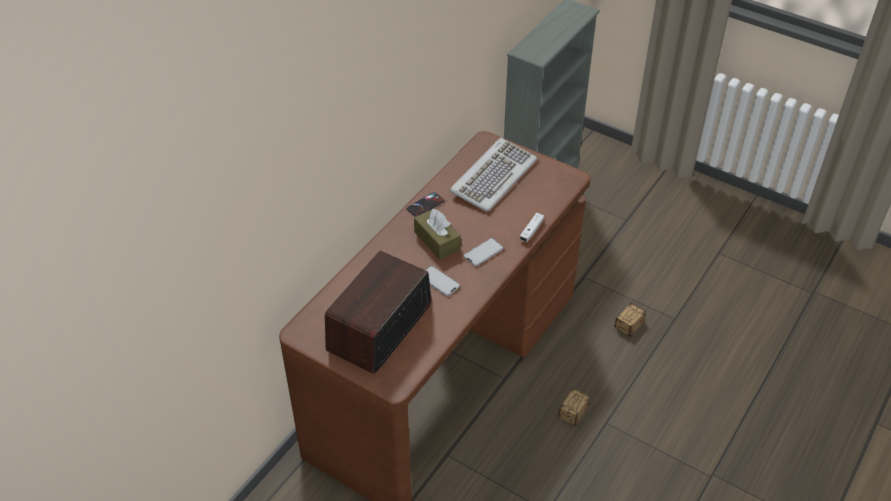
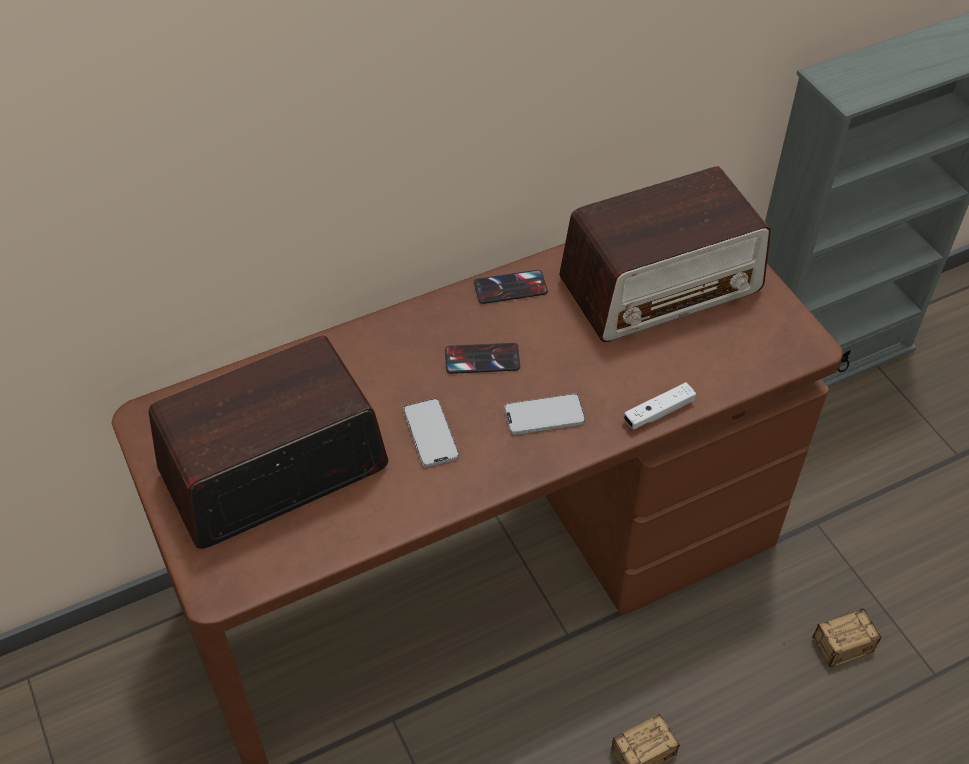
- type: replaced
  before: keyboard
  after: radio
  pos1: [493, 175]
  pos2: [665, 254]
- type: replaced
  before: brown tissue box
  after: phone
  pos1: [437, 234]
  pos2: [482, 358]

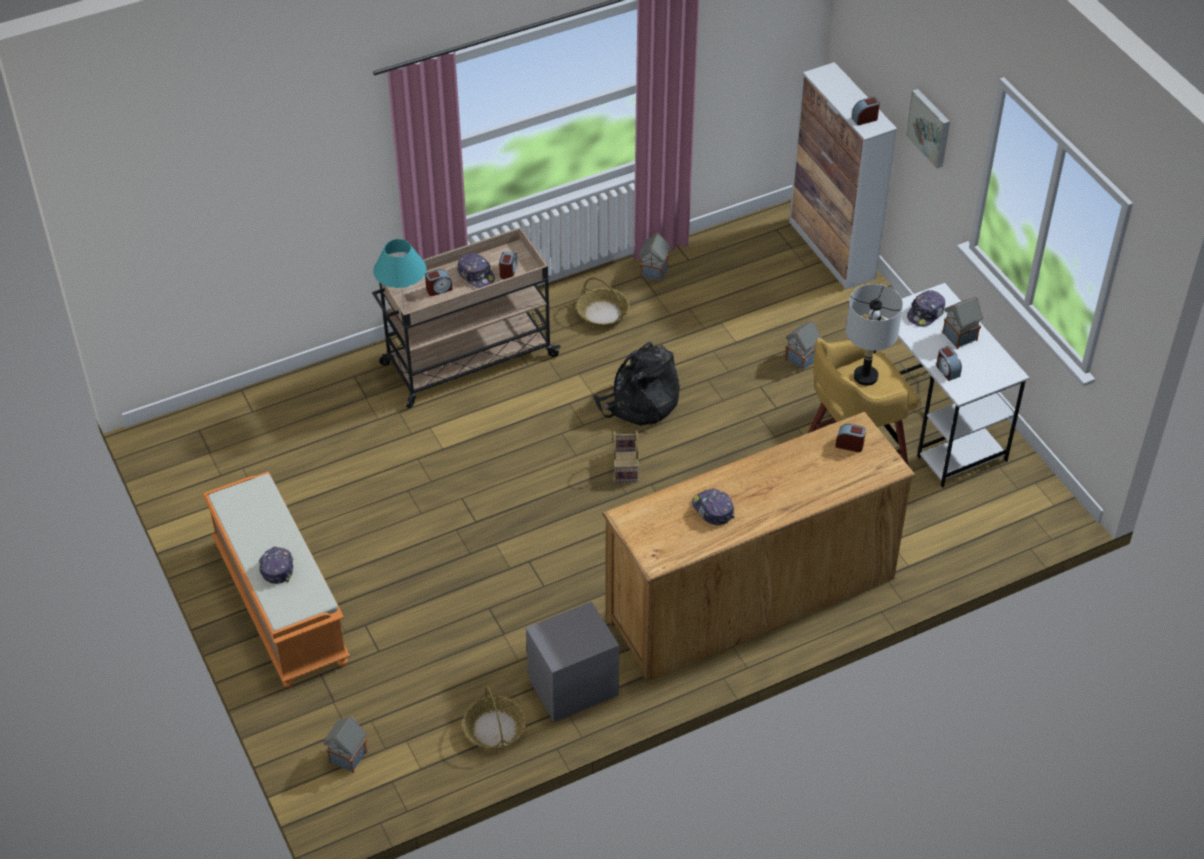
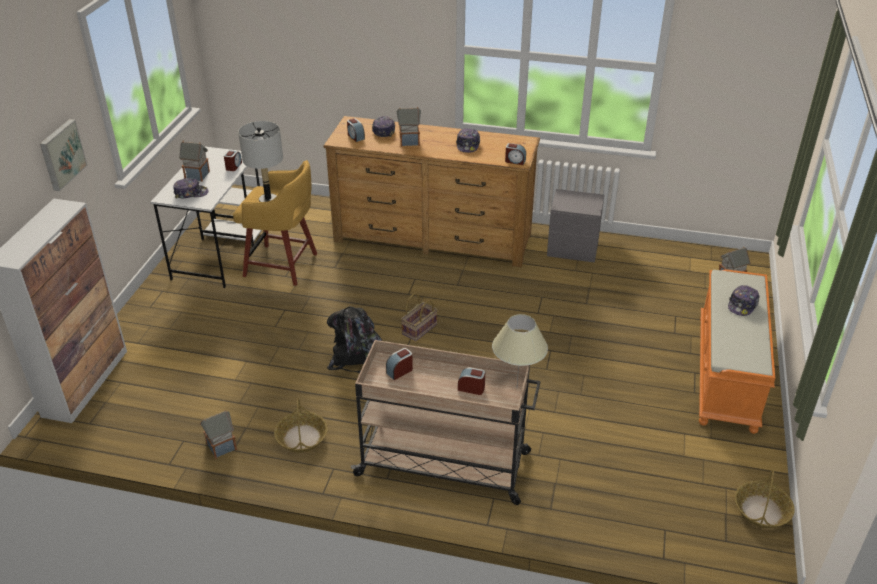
- type: moved
  before: alarm clock
  pos1: [866, 111]
  pos2: [515, 154]
- type: recoloured
  before: turquoise table lamp
  after: beige table lamp
  pos1: [399, 273]
  pos2: [520, 349]
- type: moved
  before: cap
  pos1: [476, 270]
  pos2: [383, 126]
- type: moved
  before: toy house
  pos1: [803, 346]
  pos2: [408, 127]
- type: moved
  before: basket
  pos1: [494, 718]
  pos2: [765, 499]

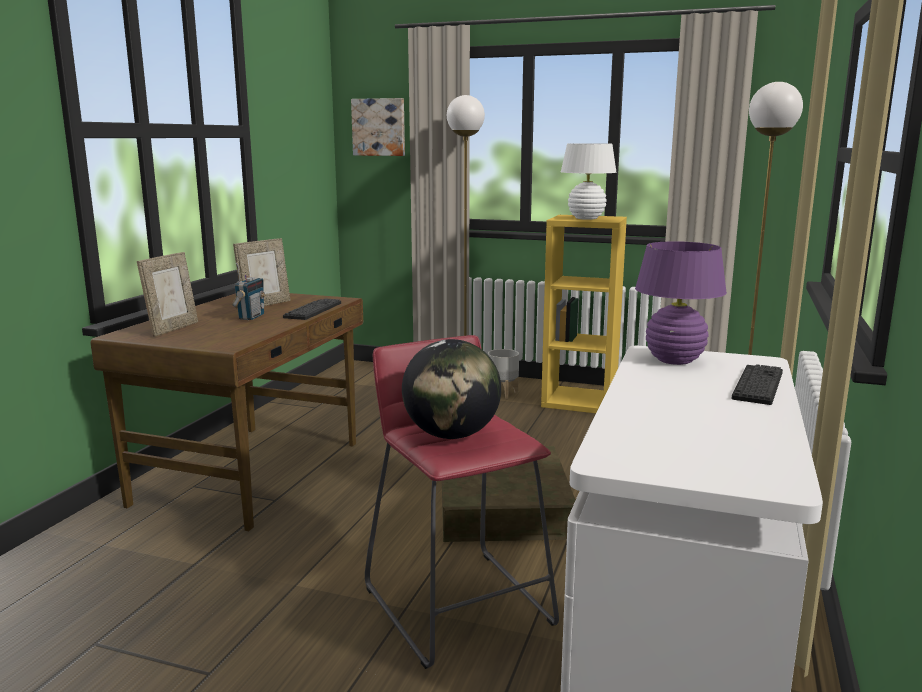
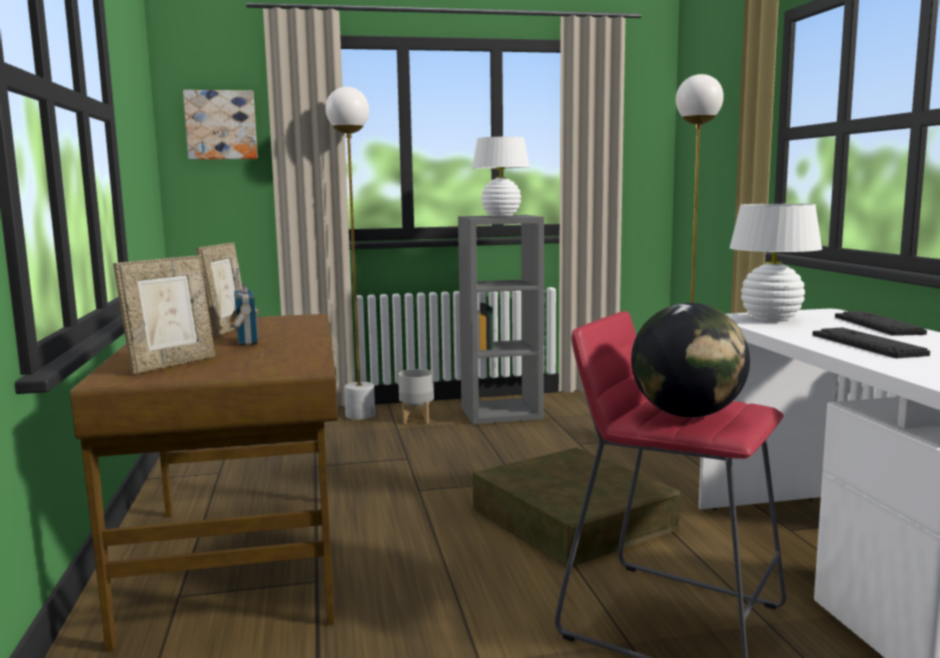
- type: recoloured
  before: yellow bookcase
  after: grey bookcase
  pos1: [584, 314]
  pos2: [501, 320]
- type: recoloured
  before: purple table lamp
  after: white table lamp
  pos1: [681, 303]
  pos2: [776, 263]
- type: turned
  before: picture frame
  pos1: [167, 294]
  pos2: [164, 314]
  turn: 45
- type: moved
  before: keyboard
  pos1: [312, 309]
  pos2: [871, 342]

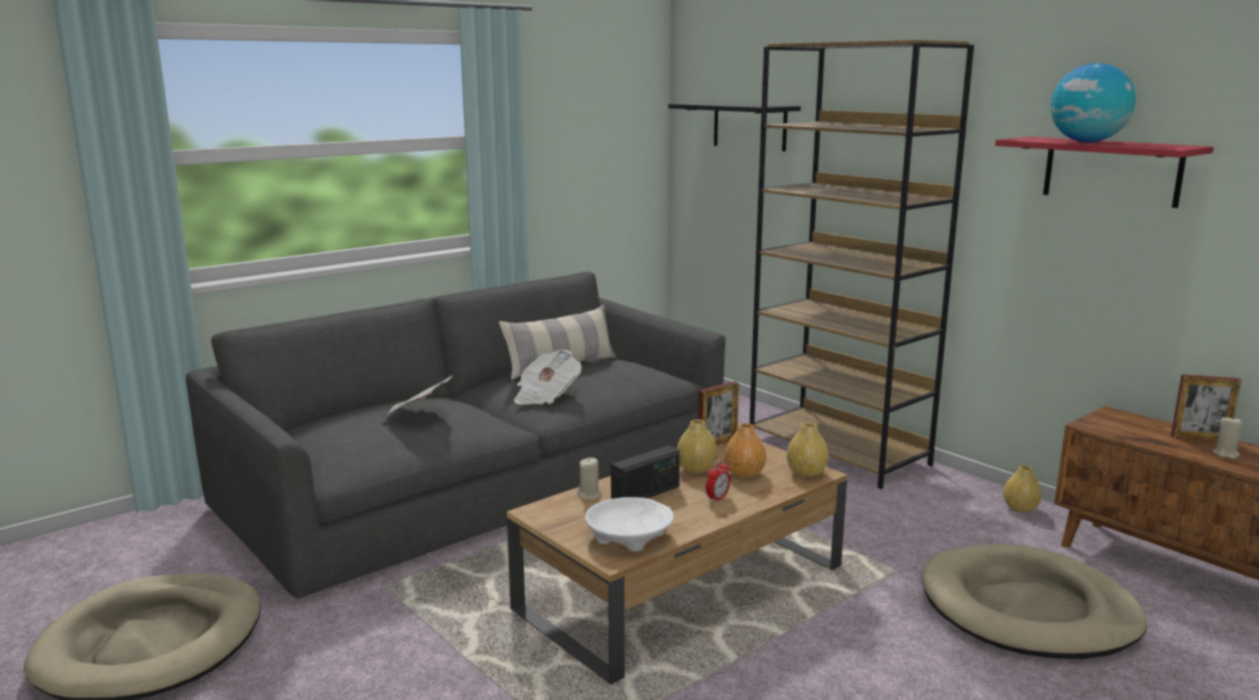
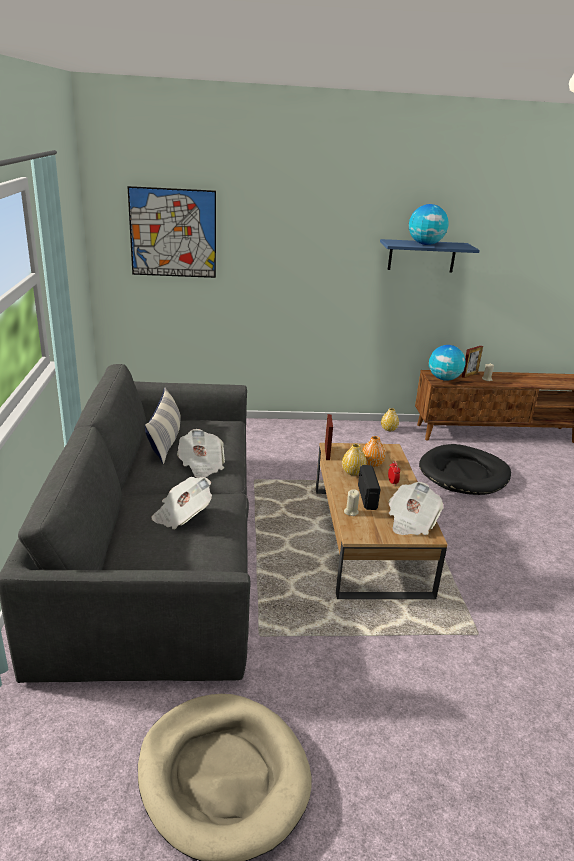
- type: removed
  before: brown bookcase
  pos1: [862, 264]
- type: replaced
  before: black shelf
  after: picture
  pos1: [734, 127]
  pos2: [171, 232]
- type: recoloured
  before: red shelf
  after: blue shelf
  pos1: [1104, 172]
  pos2: [430, 255]
- type: removed
  before: yellow vase
  pos1: [808, 449]
- type: replaced
  before: white bowl
  after: newspaper
  pos1: [629, 524]
  pos2: [416, 508]
- type: recoloured
  before: beige dog bed
  after: black dog bed
  pos1: [1034, 601]
  pos2: [465, 469]
- type: added
  after: globe
  pos2: [447, 363]

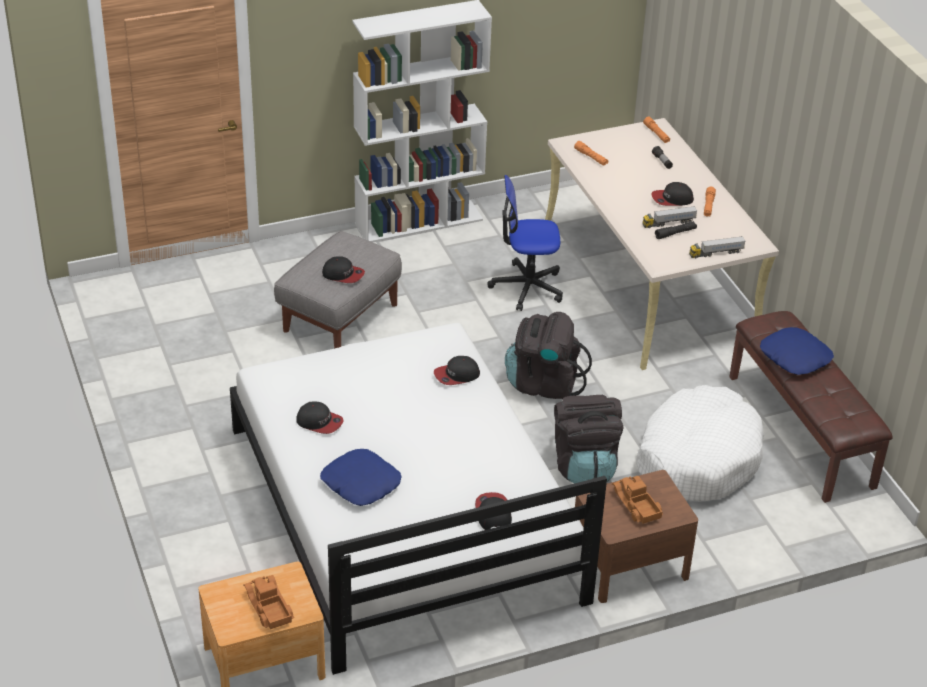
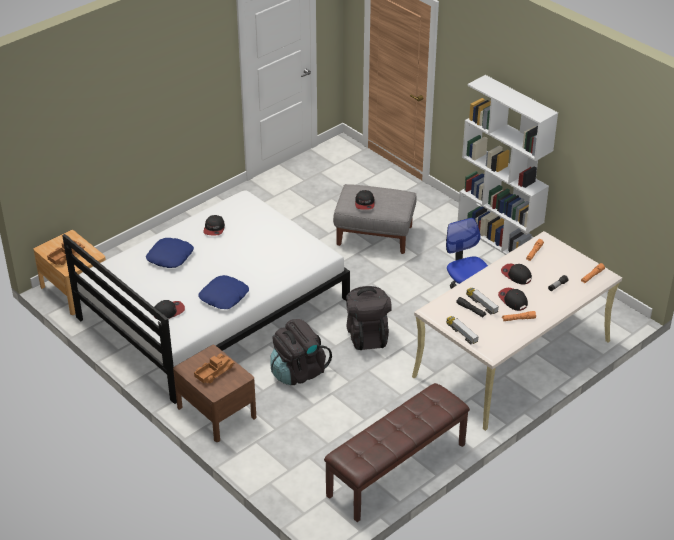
- type: moved
  before: blue pillow
  pos1: [797, 351]
  pos2: [223, 292]
- type: moved
  before: cap
  pos1: [457, 370]
  pos2: [516, 274]
- type: removed
  before: white dog bed
  pos1: [700, 443]

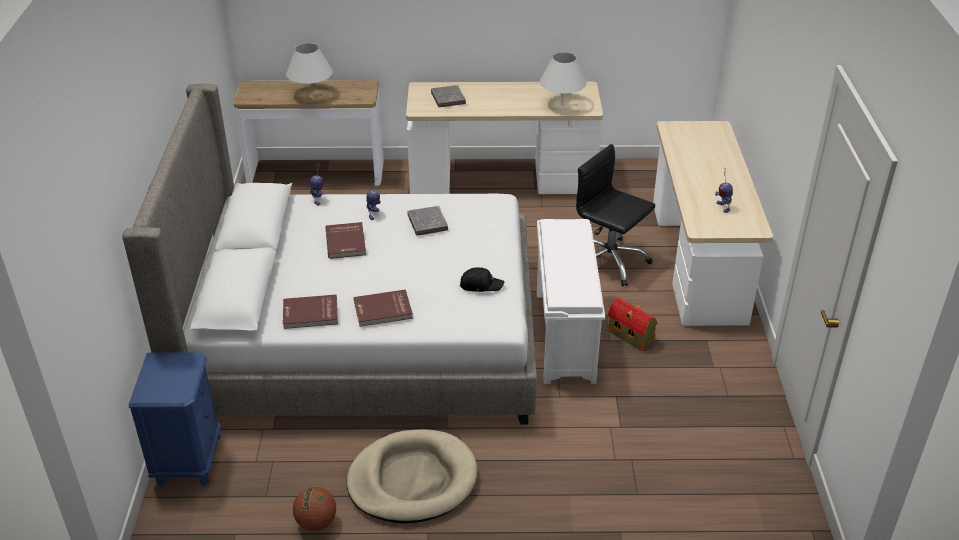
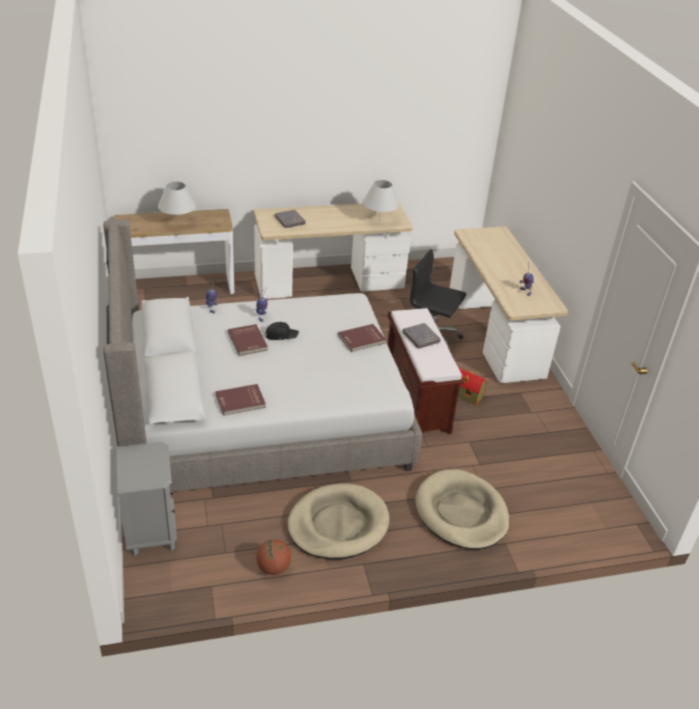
- type: moved
  before: grey book
  pos1: [428, 221]
  pos2: [421, 336]
- type: recoloured
  before: white bench
  after: brown bench
  pos1: [571, 301]
  pos2: [425, 371]
- type: moved
  before: black cap
  pos1: [482, 280]
  pos2: [282, 331]
- type: moved
  before: red book
  pos1: [383, 308]
  pos2: [362, 338]
- type: recoloured
  before: blue nightstand
  after: grey nightstand
  pos1: [175, 419]
  pos2: [147, 499]
- type: added
  after: beige dog bed
  pos2: [462, 509]

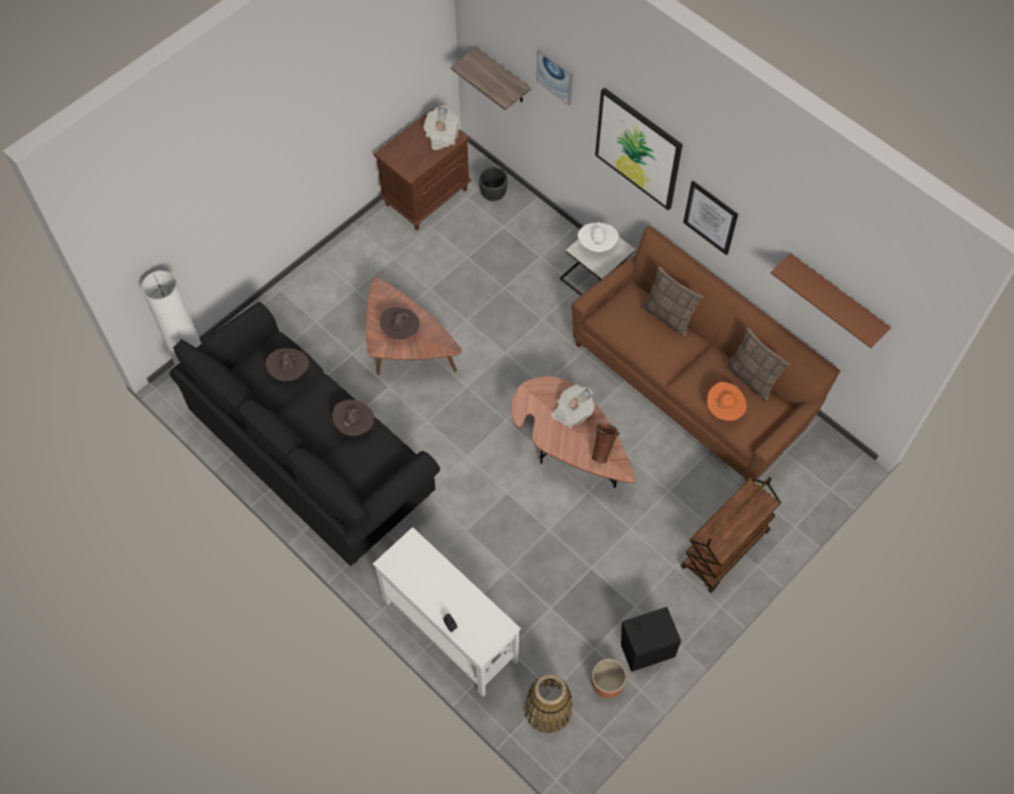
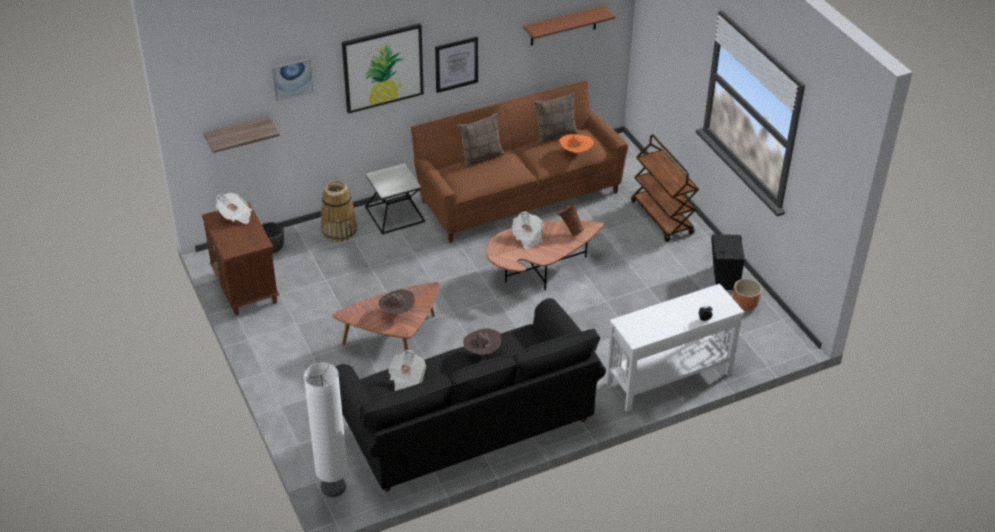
- type: removed
  before: white hat
  pos1: [598, 237]
- type: replaced
  before: brown hat
  after: newspaper
  pos1: [287, 364]
  pos2: [407, 370]
- type: moved
  before: basket
  pos1: [548, 703]
  pos2: [339, 211]

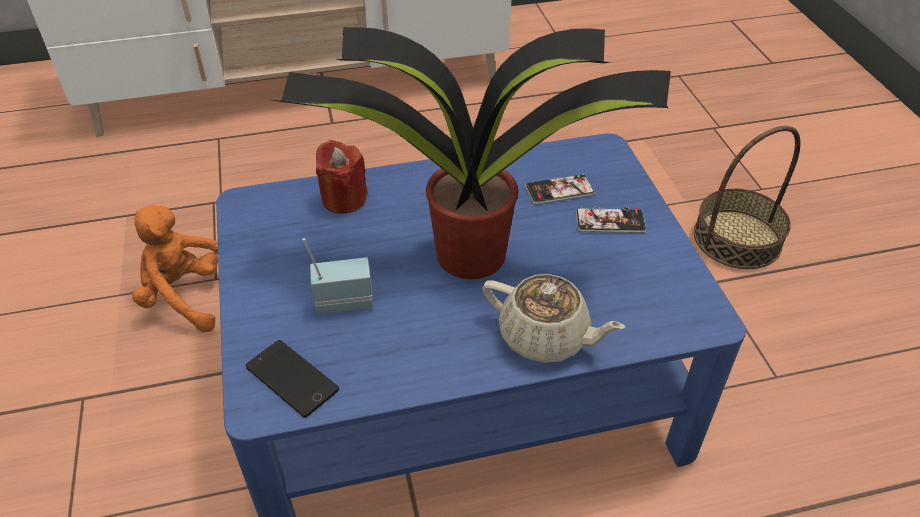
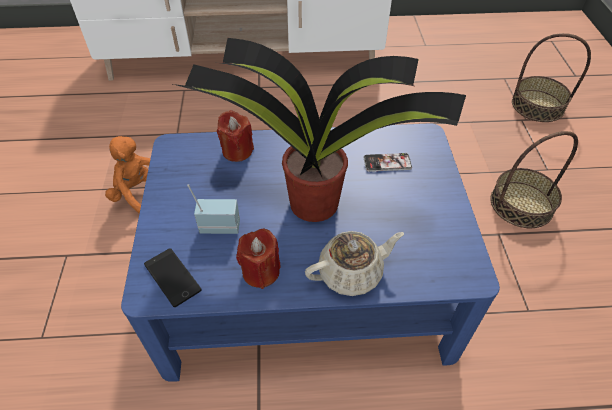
- type: removed
  before: phone
  pos1: [611, 219]
- type: turned
  before: beige teapot
  pos1: [553, 318]
  pos2: [354, 263]
  turn: -60
- type: added
  after: basket
  pos2: [551, 77]
- type: added
  after: red candle
  pos2: [258, 259]

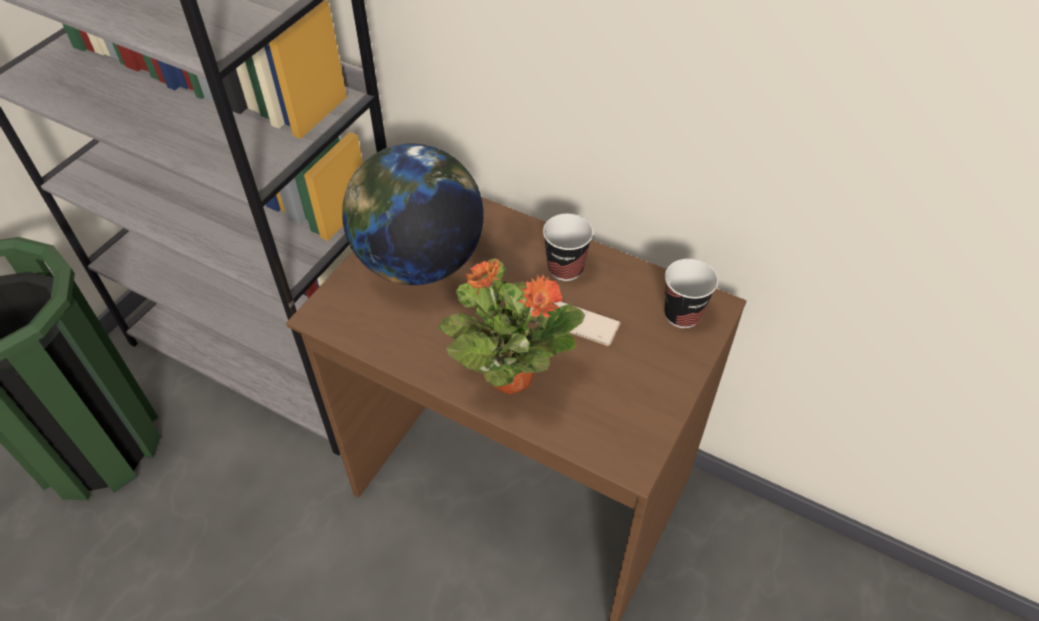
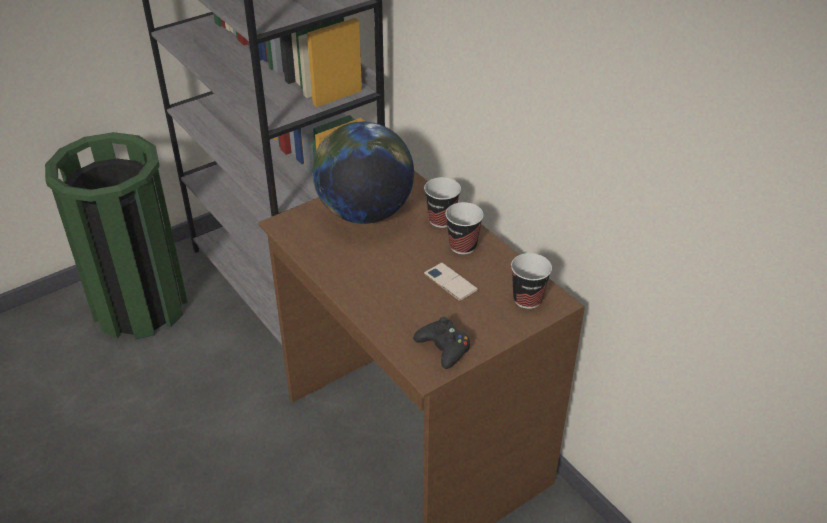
- type: removed
  before: potted plant
  pos1: [512, 326]
- type: added
  after: cup
  pos2: [442, 202]
- type: added
  after: black game controller
  pos2: [441, 343]

